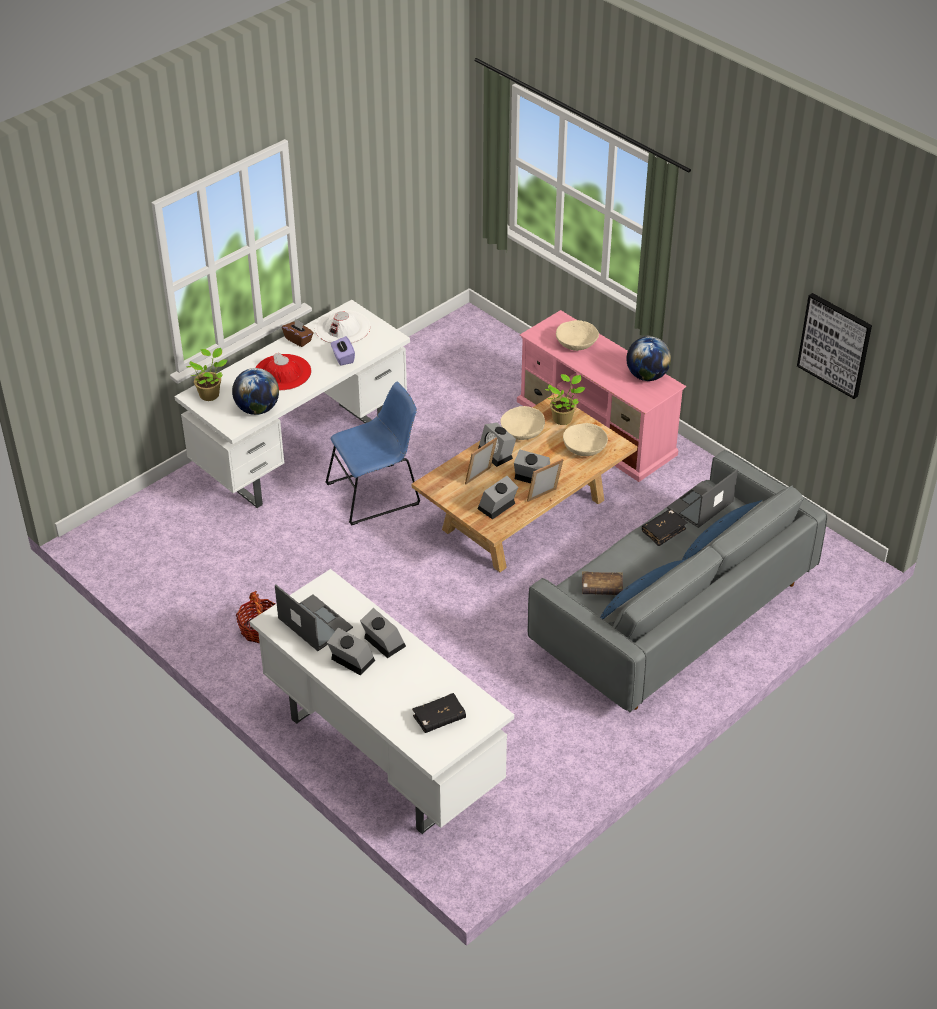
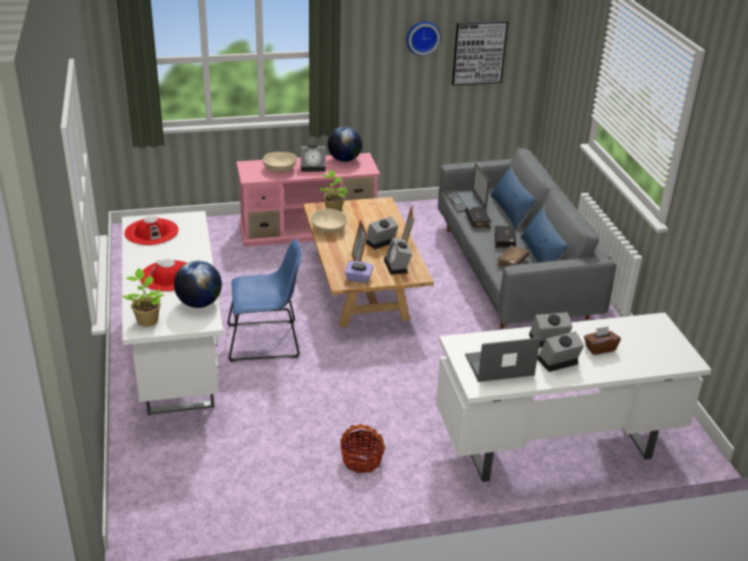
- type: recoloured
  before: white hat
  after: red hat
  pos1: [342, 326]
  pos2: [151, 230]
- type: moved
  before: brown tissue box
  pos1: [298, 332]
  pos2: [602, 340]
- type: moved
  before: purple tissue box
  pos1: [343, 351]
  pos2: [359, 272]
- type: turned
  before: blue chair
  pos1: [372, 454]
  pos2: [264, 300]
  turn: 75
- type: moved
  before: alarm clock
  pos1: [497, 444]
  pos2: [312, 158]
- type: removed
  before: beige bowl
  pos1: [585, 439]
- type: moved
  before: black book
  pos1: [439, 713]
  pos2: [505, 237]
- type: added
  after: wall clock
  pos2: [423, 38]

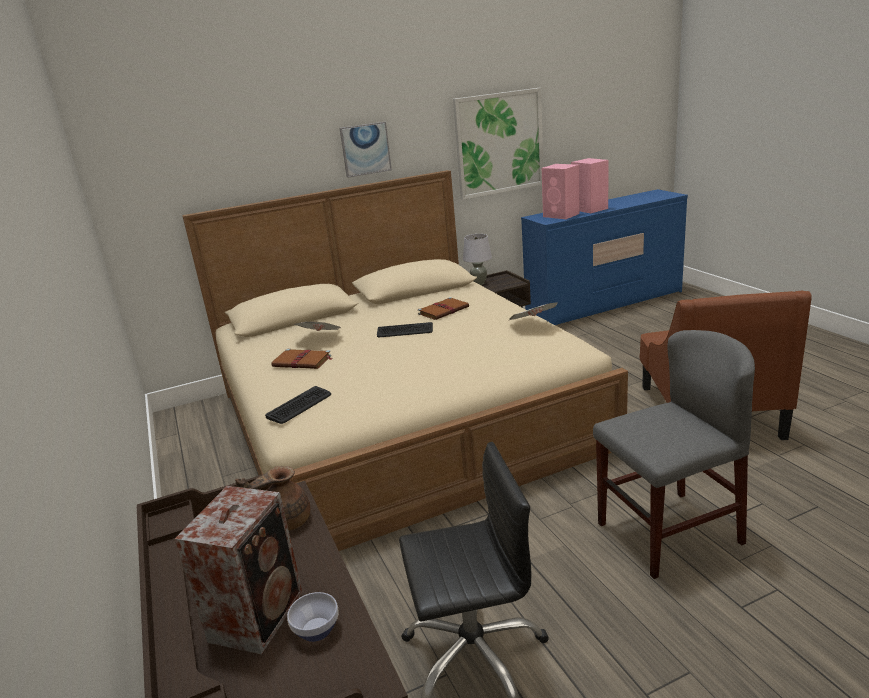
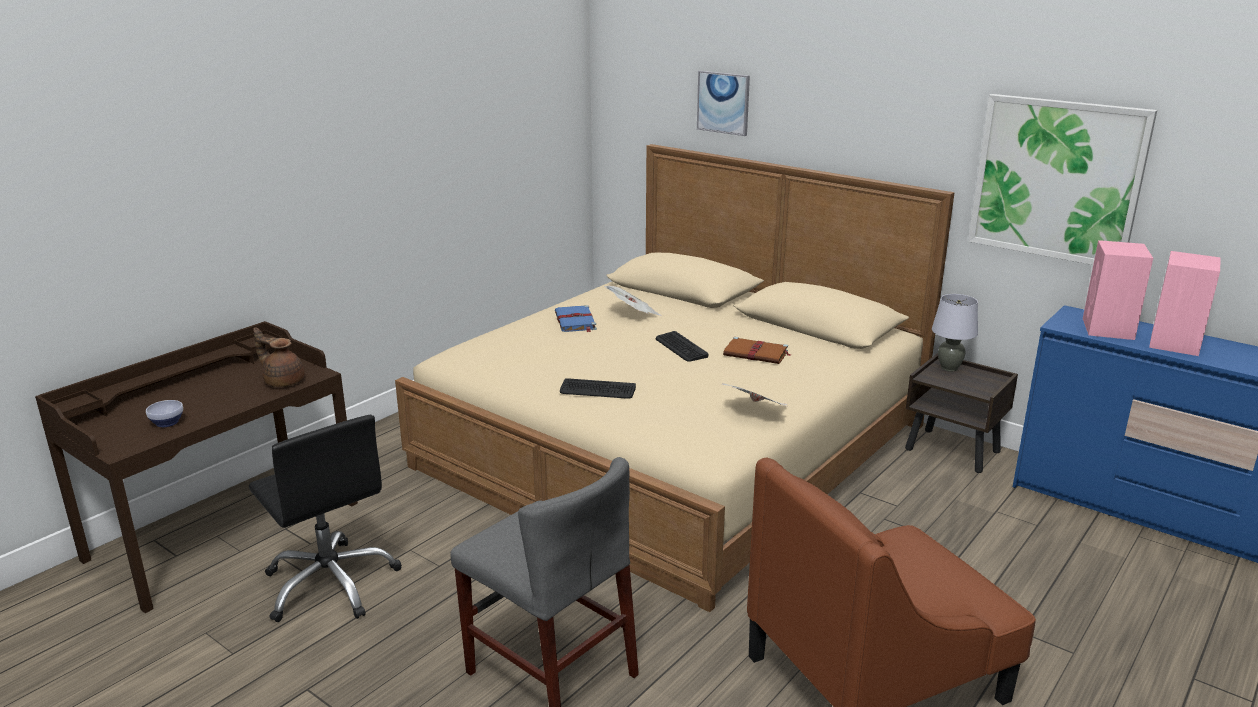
- type: moved
  before: picture
  pos1: [366, 150]
  pos2: [723, 103]
- type: recoloured
  before: brown book
  after: blue book
  pos1: [302, 359]
  pos2: [576, 318]
- type: moved
  before: keyboard
  pos1: [298, 405]
  pos2: [598, 388]
- type: removed
  before: speaker
  pos1: [239, 570]

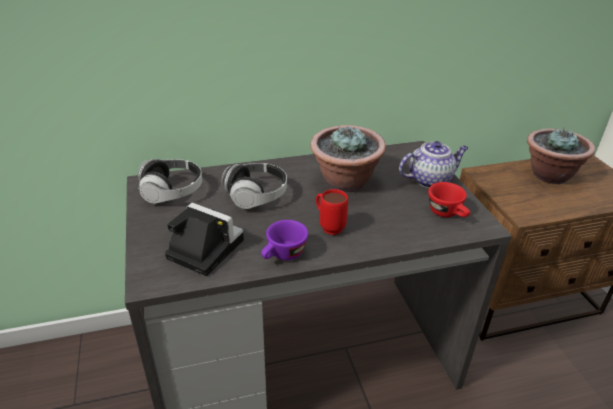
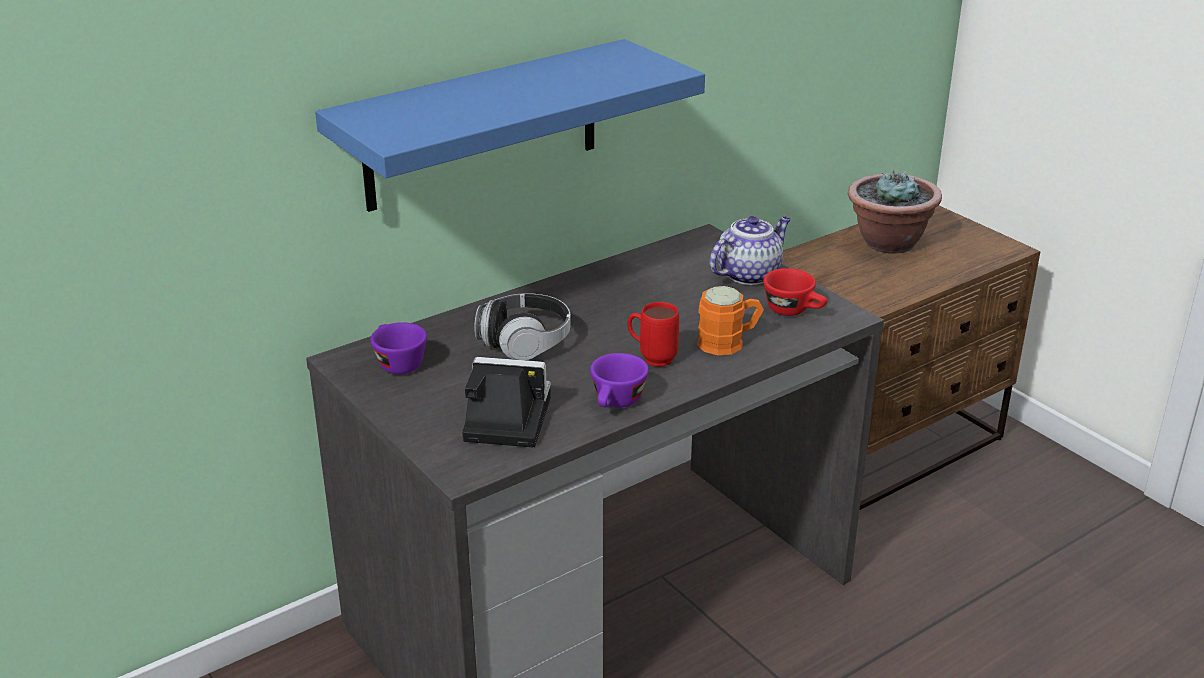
- type: removed
  before: potted plant
  pos1: [348, 158]
- type: replaced
  before: headphones
  after: purple cup
  pos1: [170, 181]
  pos2: [399, 348]
- type: added
  after: blue shelf
  pos2: [510, 125]
- type: added
  after: orange mug
  pos2: [730, 320]

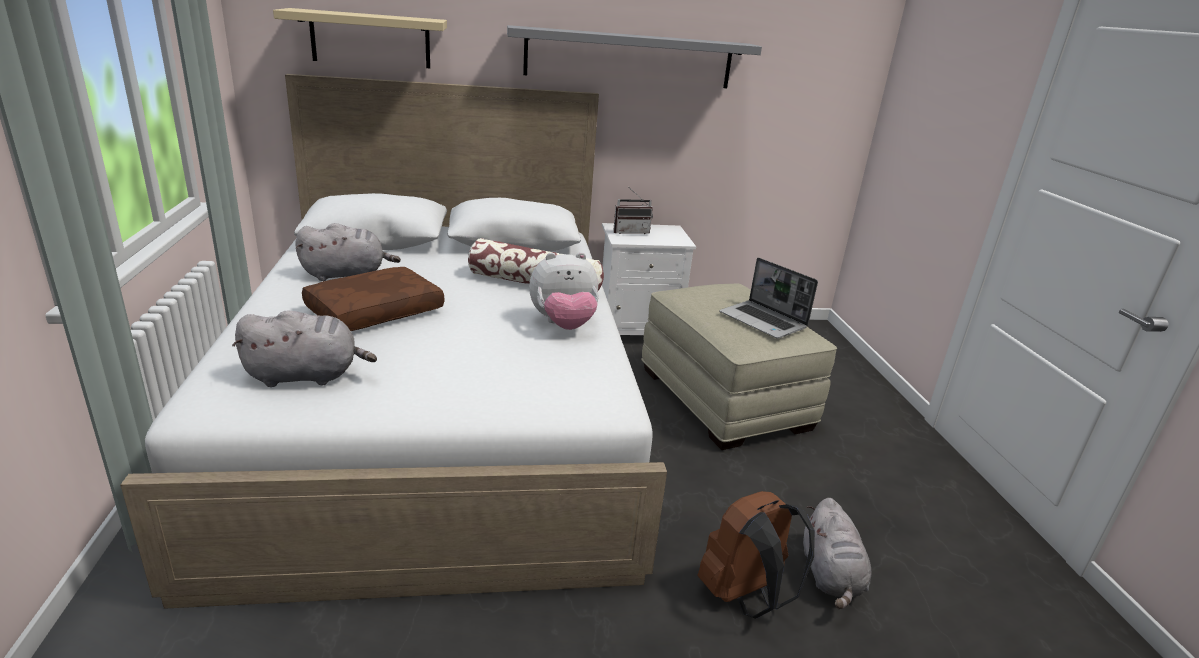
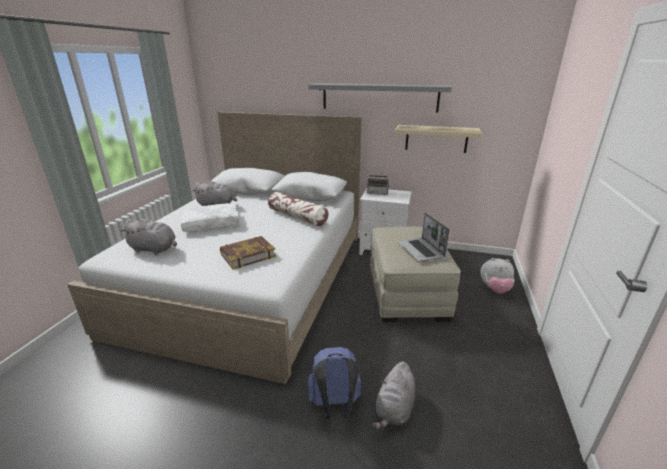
- type: moved
  before: beige shelf
  pos1: [360, 38]
  pos2: [439, 139]
- type: moved
  before: plush toy
  pos1: [564, 291]
  pos2: [497, 276]
- type: recoloured
  before: brown pillow
  after: white pillow
  pos1: [373, 299]
  pos2: [210, 217]
- type: recoloured
  before: brown backpack
  after: blue backpack
  pos1: [756, 555]
  pos2: [334, 383]
- type: added
  after: book
  pos2: [248, 252]

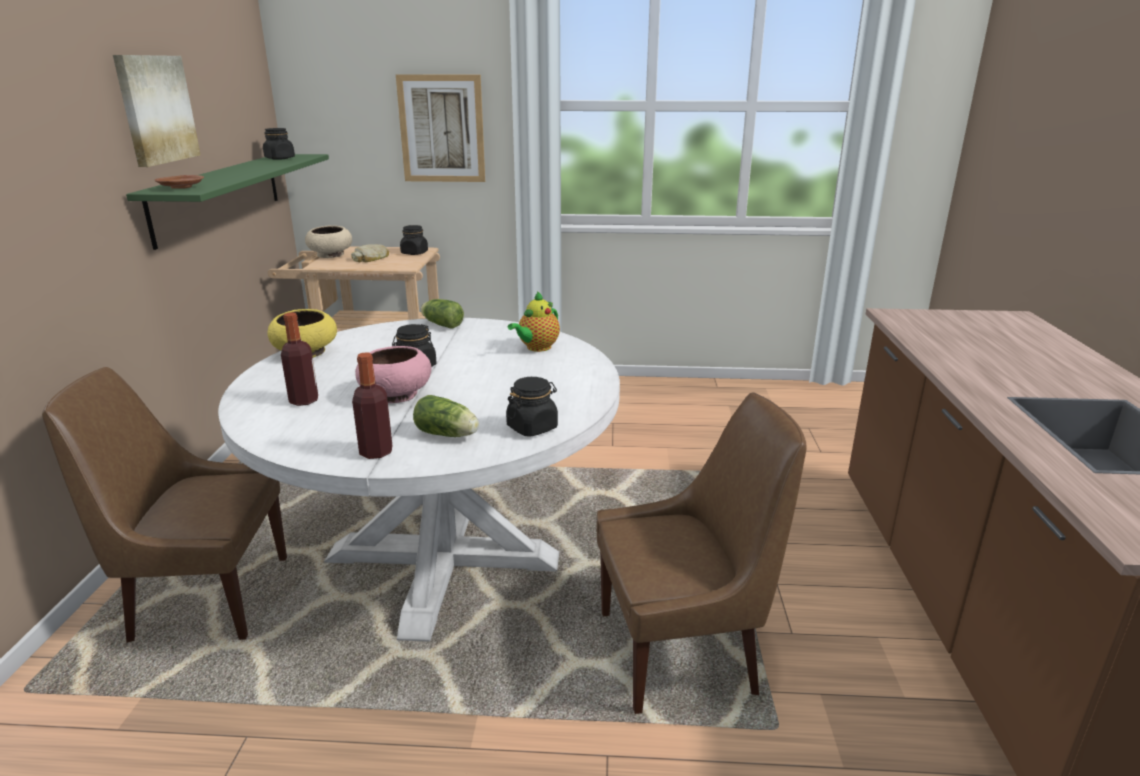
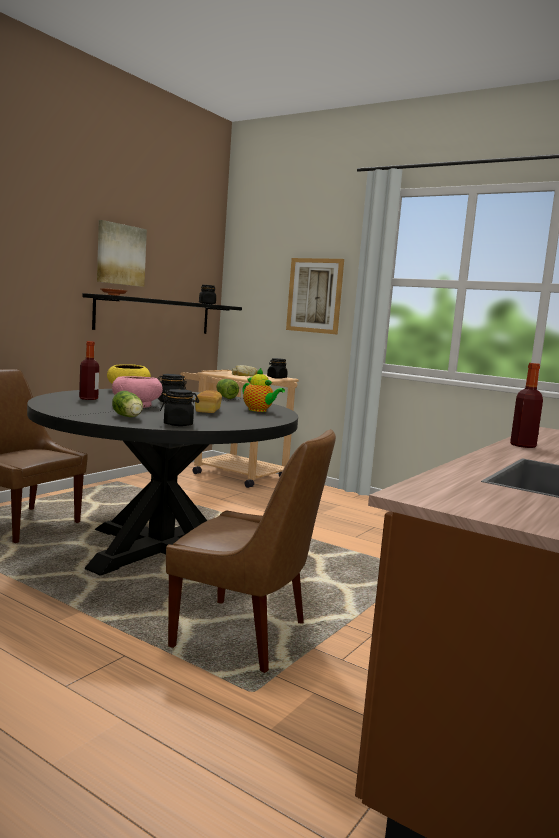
- type: recoloured
  before: green shelf
  after: black shelf
  pos1: [227, 202]
  pos2: [162, 313]
- type: removed
  before: beige bowl
  pos1: [328, 241]
- type: turned
  before: teapot
  pos1: [534, 321]
  pos2: [264, 390]
  turn: -120
- type: recoloured
  before: white dining table
  after: black dining table
  pos1: [419, 480]
  pos2: [162, 482]
- type: moved
  before: bottle
  pos1: [372, 405]
  pos2: [526, 405]
- type: added
  after: bread
  pos2: [208, 401]

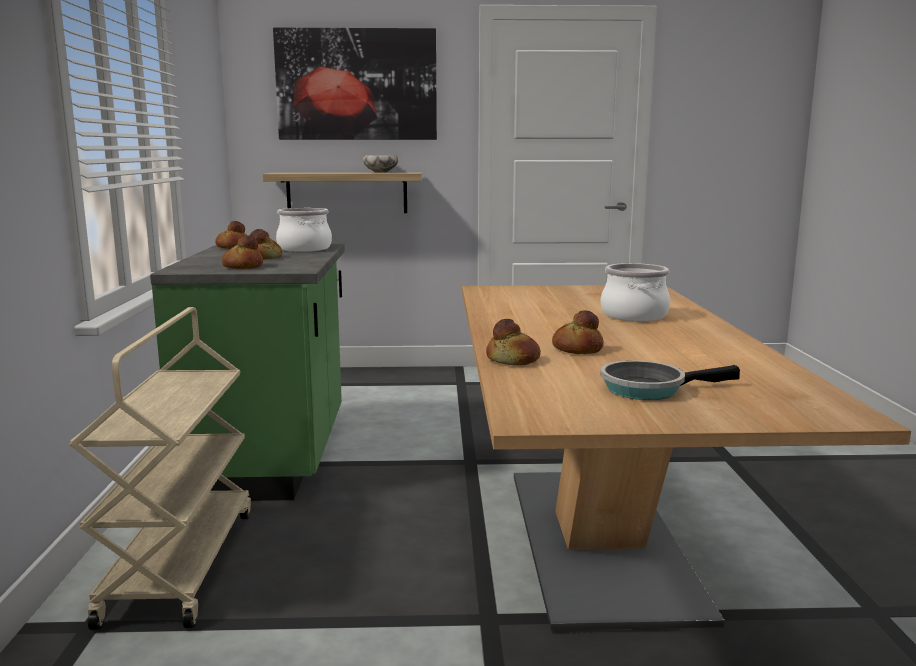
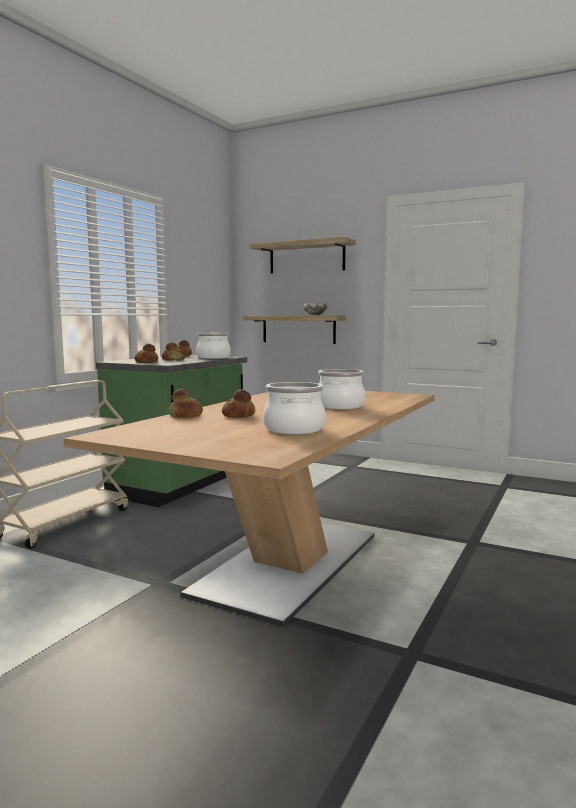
- type: replaced
  before: picture
  after: shelf
  pos1: [355, 84]
  pos2: [302, 255]
- type: removed
  before: frying pan
  pos1: [670, 380]
- type: added
  after: cooking pot
  pos2: [294, 408]

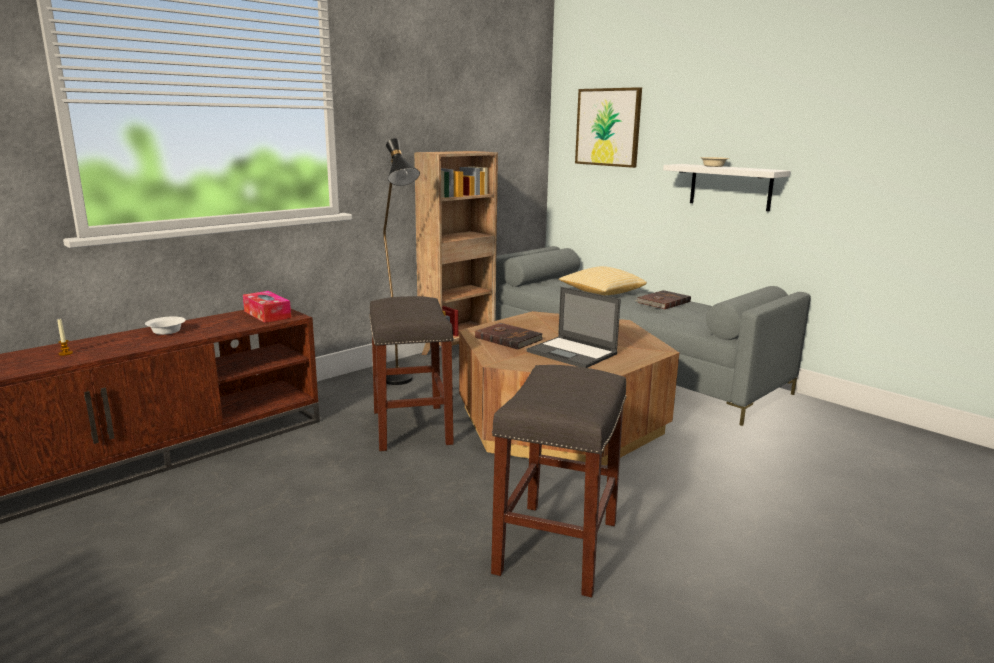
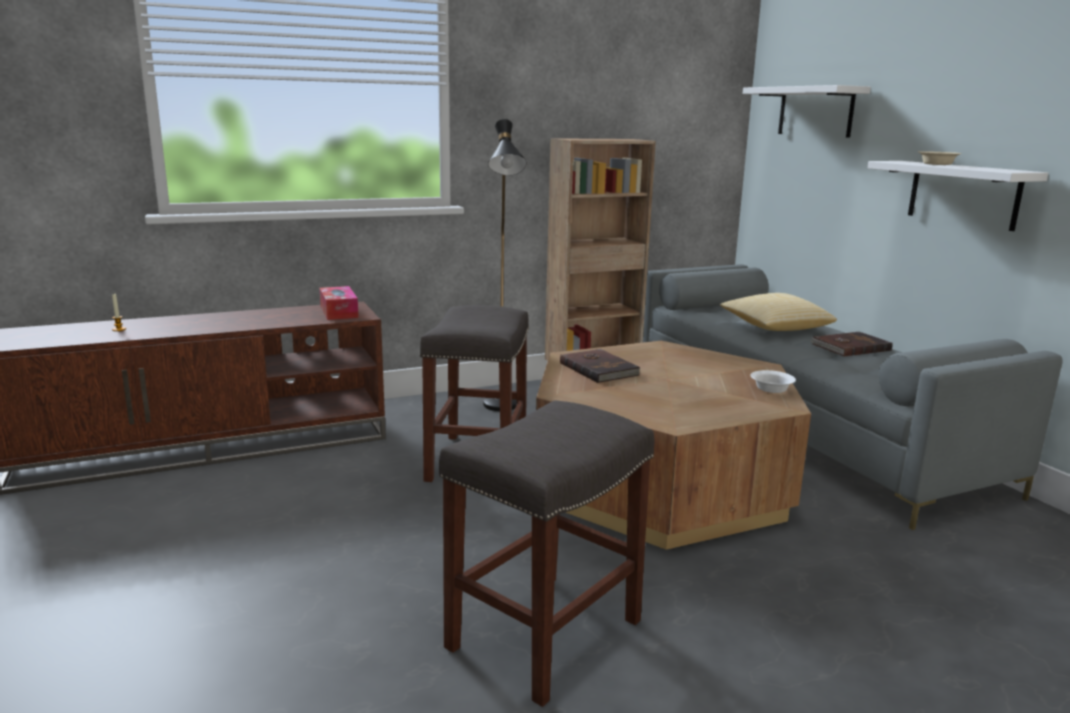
- type: replaced
  before: picture
  after: white shelf
  pos1: [608, 127]
  pos2: [806, 111]
- type: removed
  before: laptop
  pos1: [573, 327]
- type: moved
  before: white bowl
  pos1: [165, 325]
  pos2: [773, 381]

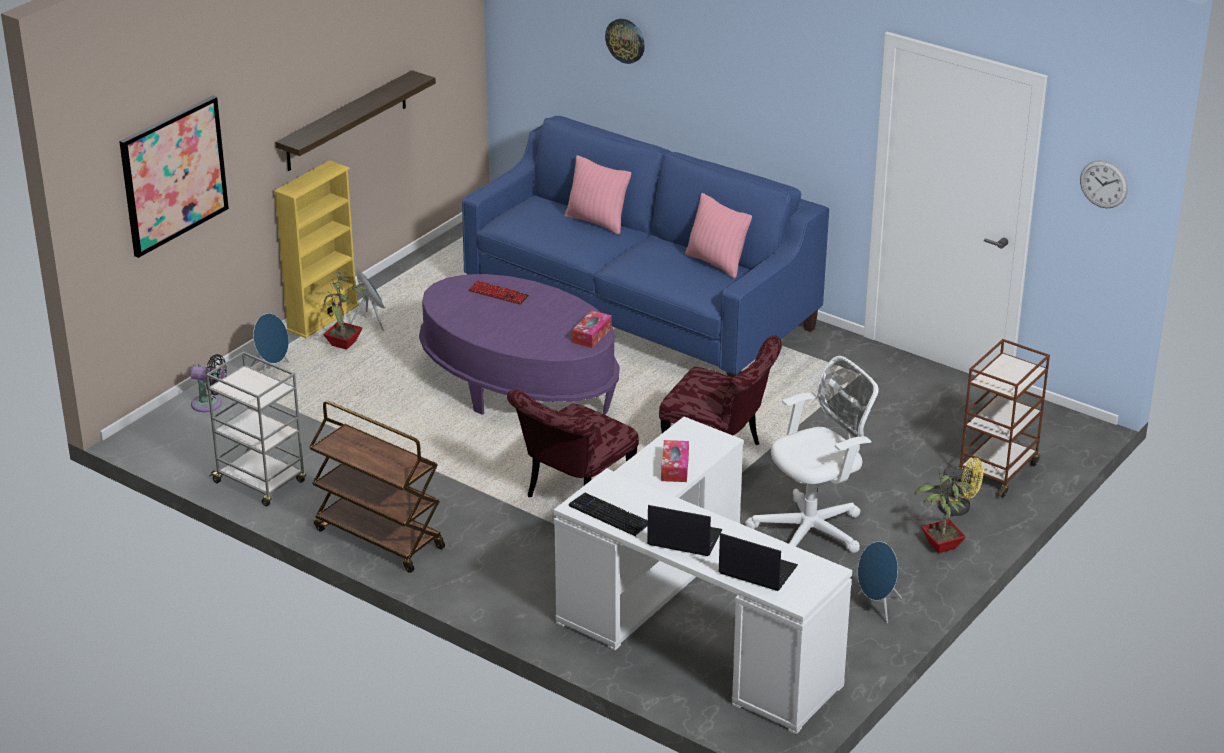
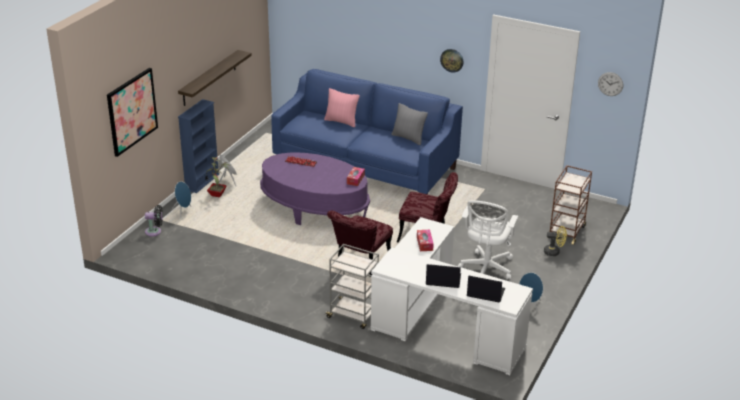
- type: moved
  before: wall clock
  pos1: [625, 41]
  pos2: [452, 61]
- type: recoloured
  before: yellow bookcase
  after: blue bookcase
  pos1: [316, 249]
  pos2: [199, 146]
- type: recoloured
  before: pink pillow
  after: grey pillow
  pos1: [718, 235]
  pos2: [410, 124]
- type: moved
  before: grey cart
  pos1: [256, 429]
  pos2: [351, 286]
- type: turned
  before: white office chair
  pos1: [812, 454]
  pos2: [488, 240]
  turn: 150
- type: removed
  before: brown cart
  pos1: [377, 487]
- type: removed
  before: potted plant
  pos1: [944, 510]
- type: removed
  before: keyboard
  pos1: [608, 515]

